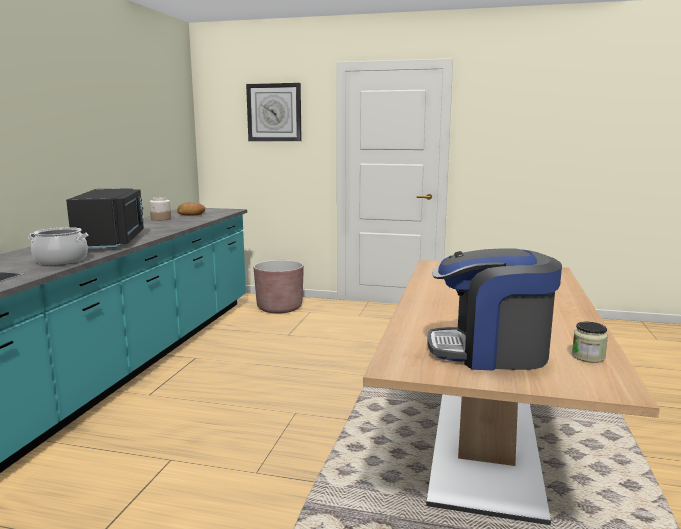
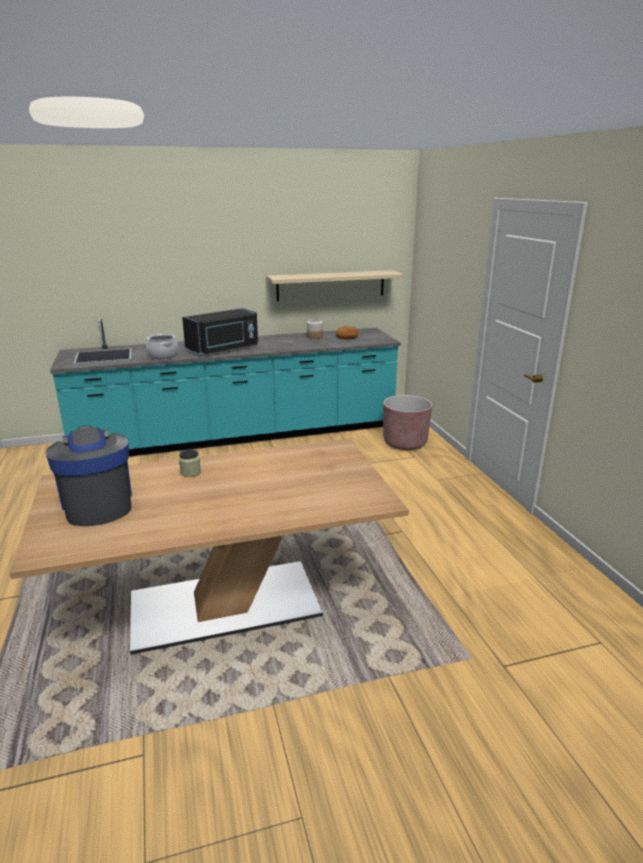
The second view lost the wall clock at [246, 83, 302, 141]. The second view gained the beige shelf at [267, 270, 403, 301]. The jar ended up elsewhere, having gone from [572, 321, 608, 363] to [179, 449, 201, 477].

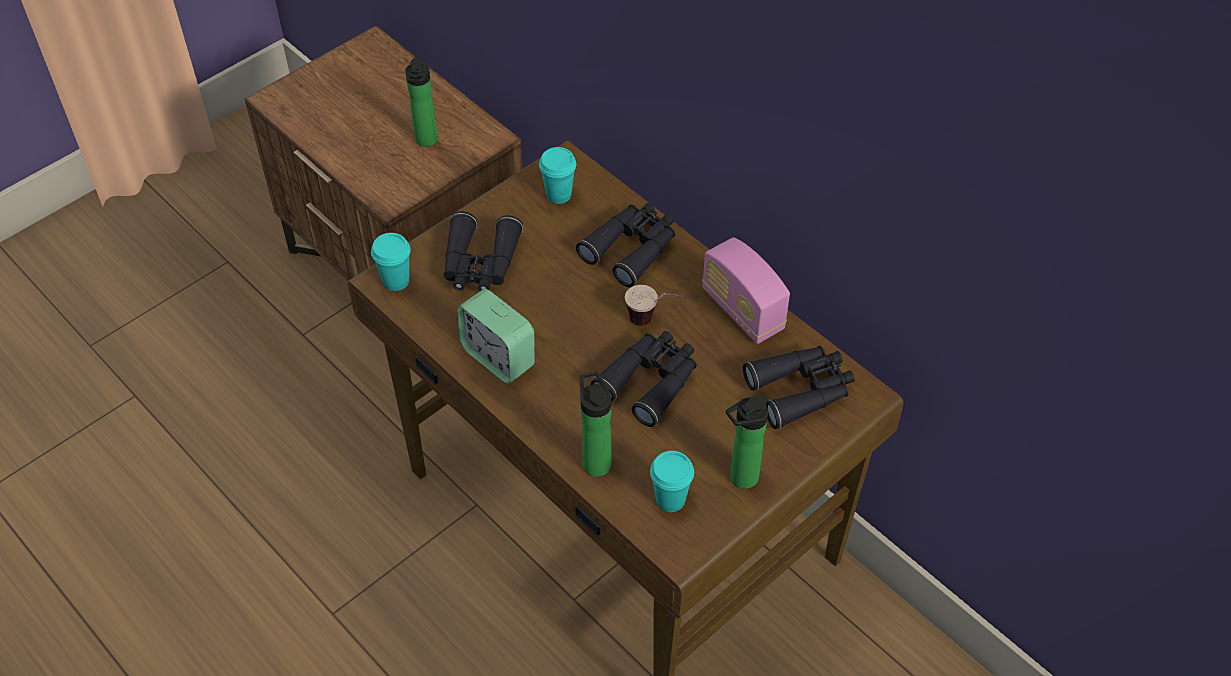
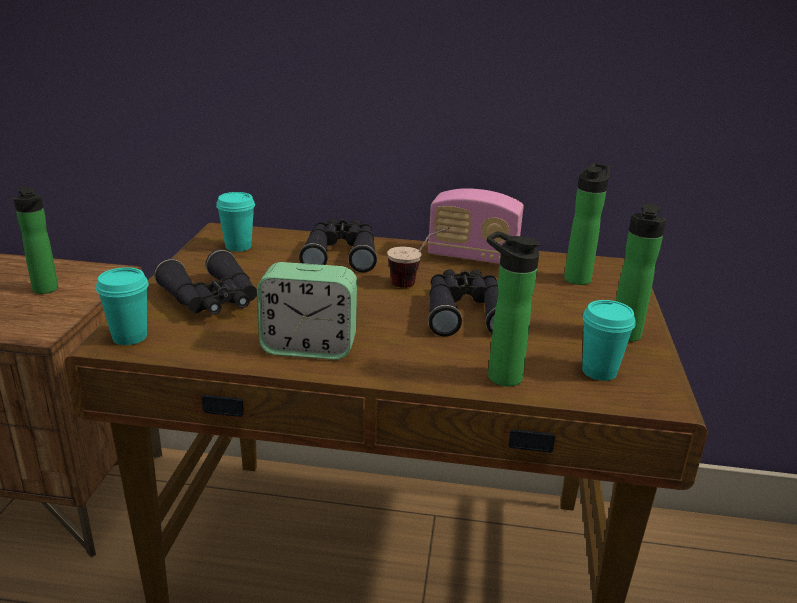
Where the black binoculars stood at [743, 346, 855, 429], the bottle came to stand at [564, 163, 610, 285].

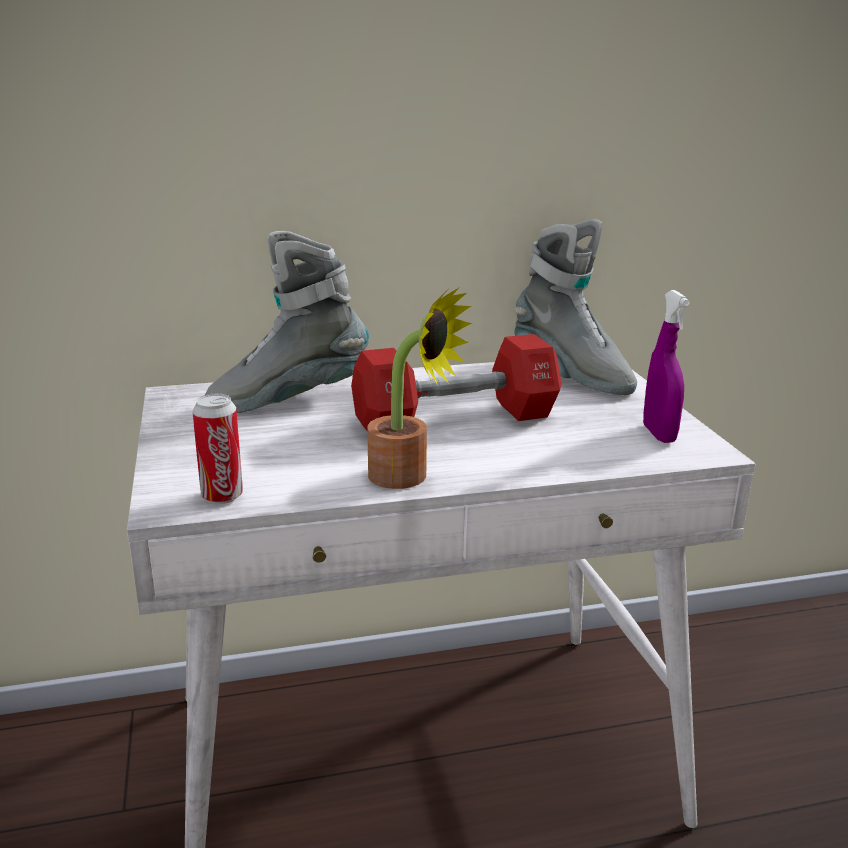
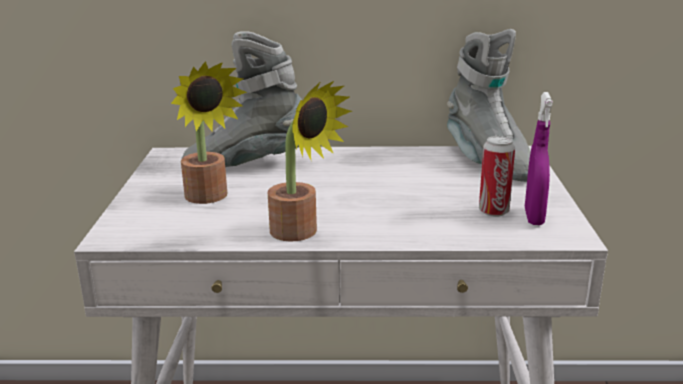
The second view lost the red dumbbell at [351, 334, 562, 430]. The second view gained the potted plant at [171, 61, 247, 204]. The can ended up elsewhere, having gone from [192, 394, 243, 504] to [479, 136, 515, 217].

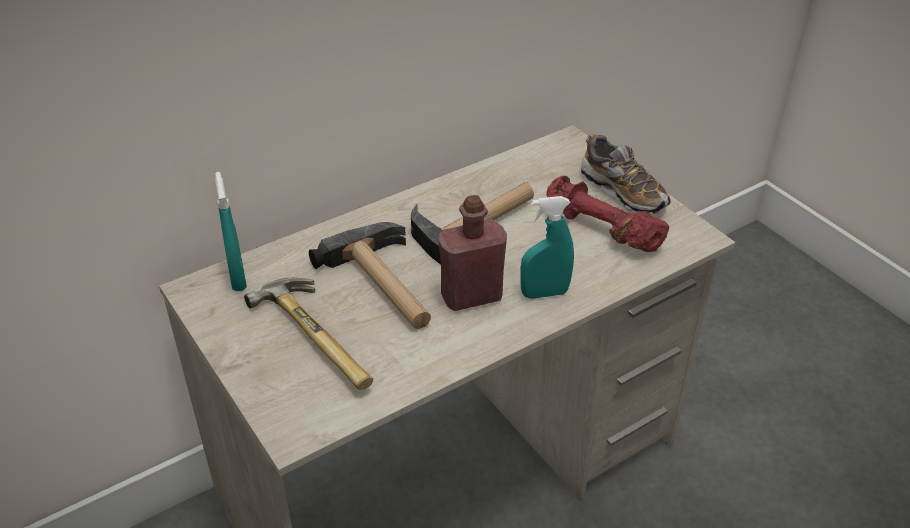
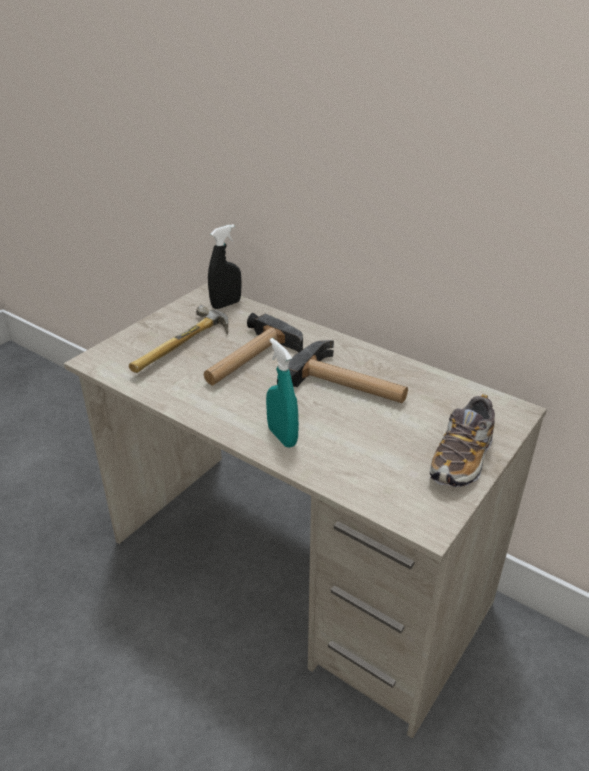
The second view lost the red bottle at [438, 195, 507, 311]. The second view lost the red dumbbell at [547, 176, 669, 252]. What was the turquoise spray bottle at [215, 172, 247, 291] turned into the black spray bottle at [208, 224, 242, 309].

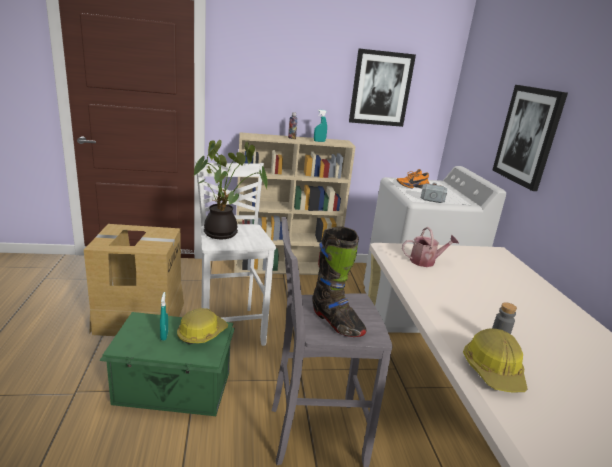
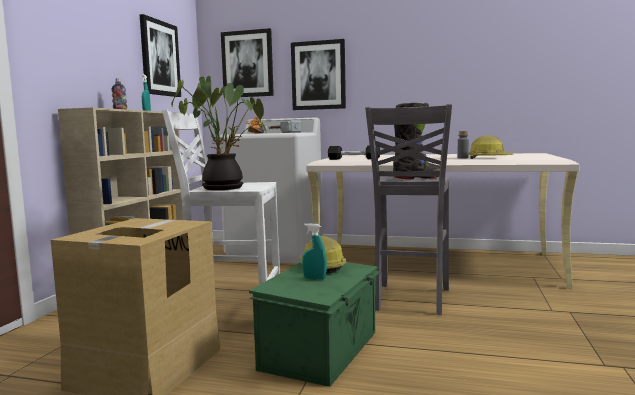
The second view gained the picture at [221, 28, 274, 98]. Where the watering can stood at [402, 227, 459, 267], the black dumbbell came to stand at [328, 145, 380, 160].

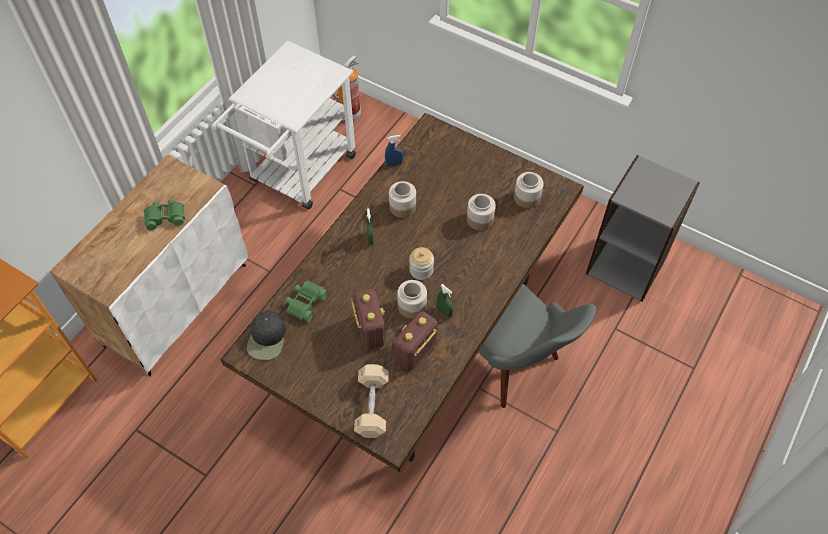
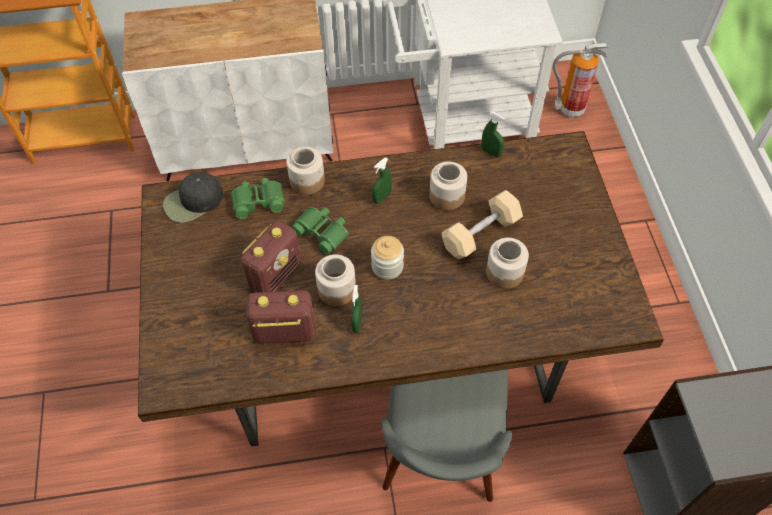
The green binoculars ended up elsewhere, having gone from [144, 199, 185, 230] to [291, 207, 349, 254]. The beige dumbbell ended up elsewhere, having gone from [354, 364, 389, 438] to [441, 190, 523, 259]. The jar ended up elsewhere, having gone from [514, 172, 544, 208] to [286, 147, 325, 195]. What was the blue spray bottle at [385, 135, 403, 166] turned into the green spray bottle at [482, 112, 506, 157].

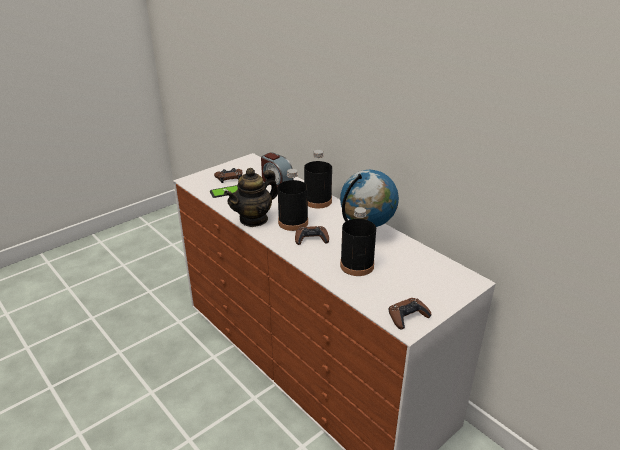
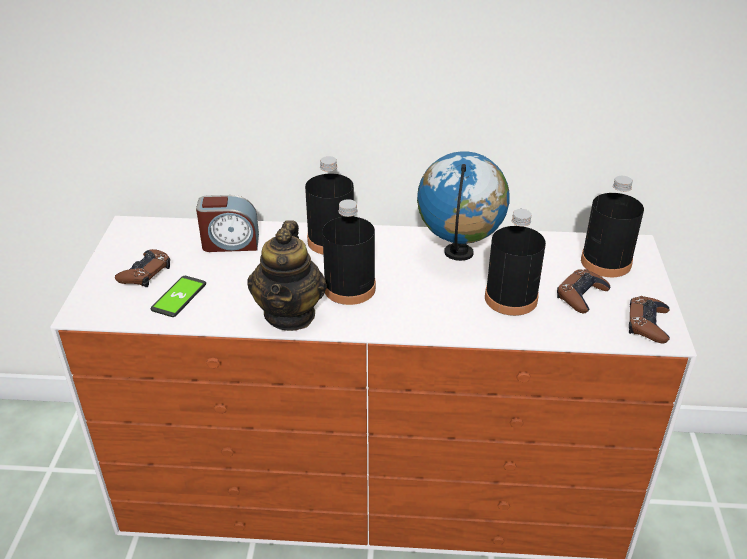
The second view gained the black bottle at [581, 176, 644, 277]. The brown game controller ended up elsewhere, having gone from [295, 226, 329, 245] to [557, 269, 610, 313].

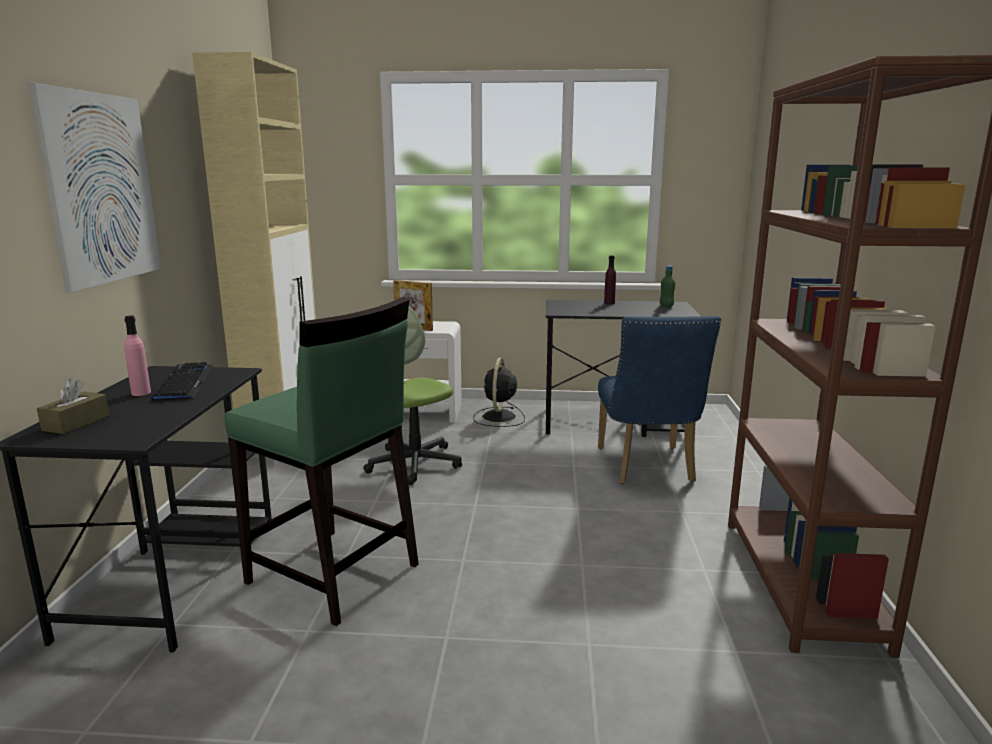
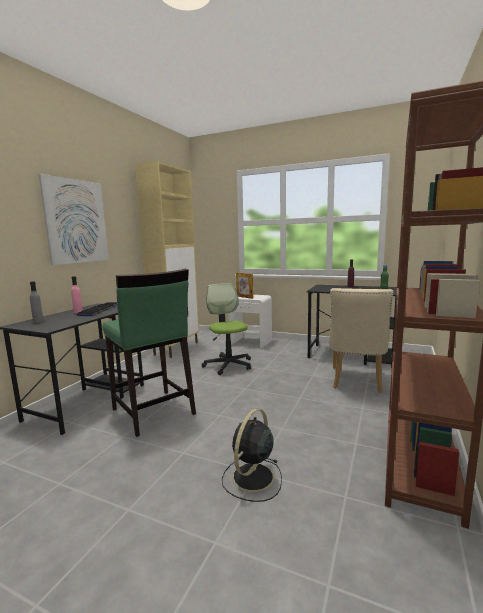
The black fan ended up elsewhere, having gone from [473, 358, 525, 427] to [222, 409, 282, 502]. Where the brown tissue box stood at [37, 379, 109, 434], the grey bottle came to stand at [30, 281, 44, 323]. What was the blue chair at [598, 316, 721, 484] turned into the beige chair at [329, 288, 394, 393].

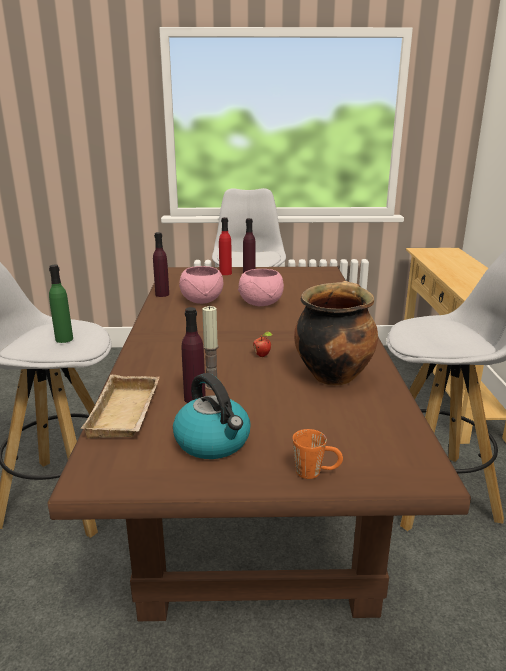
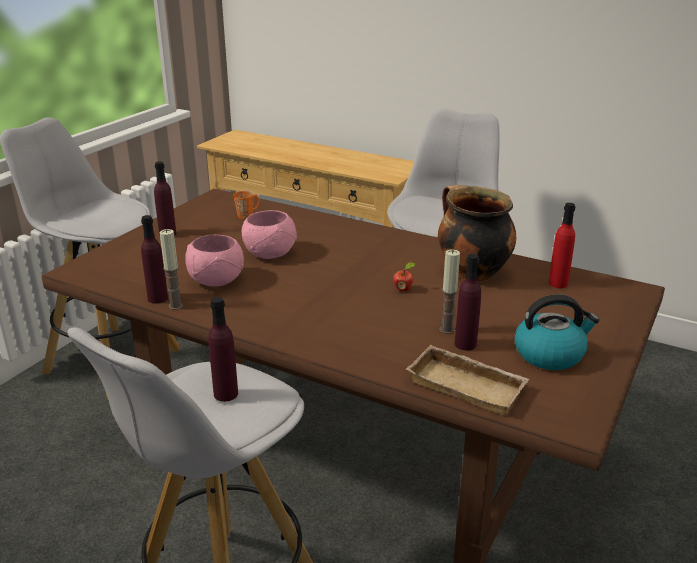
The second view gained the candle at [160, 229, 183, 310]. The red bottle ended up elsewhere, having gone from [219, 217, 232, 275] to [549, 203, 575, 288]. The orange mug ended up elsewhere, having gone from [292, 429, 343, 479] to [234, 191, 259, 219]. What was the green bottle at [49, 265, 73, 343] turned into the purple bottle at [208, 297, 238, 402].

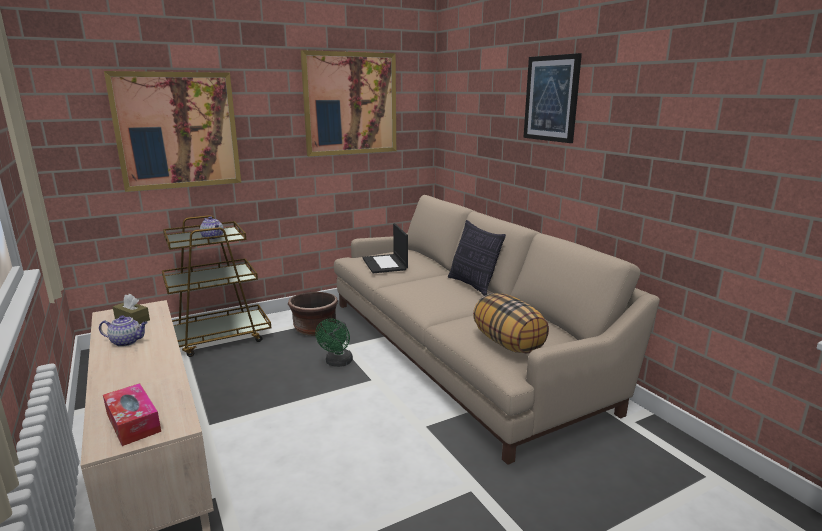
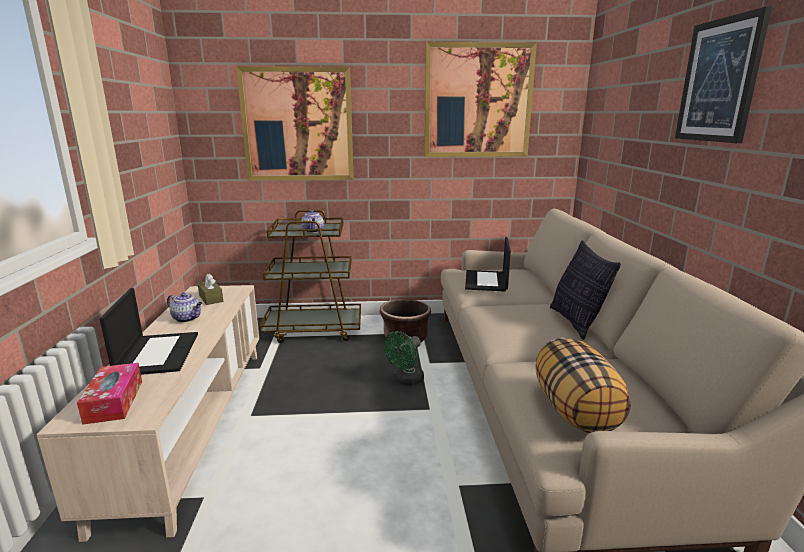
The second view gained the laptop at [100, 288, 198, 375].

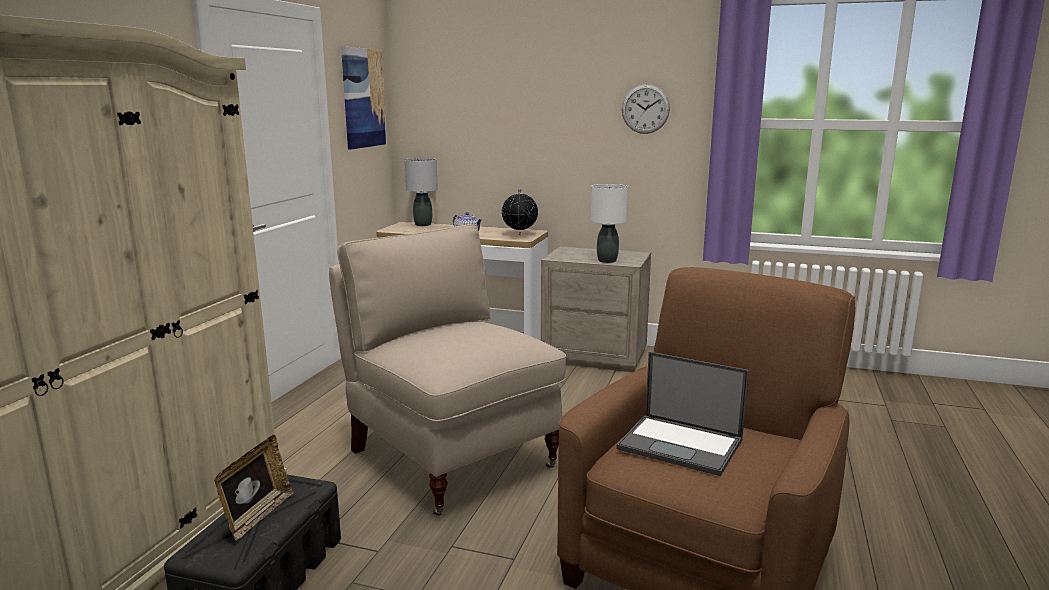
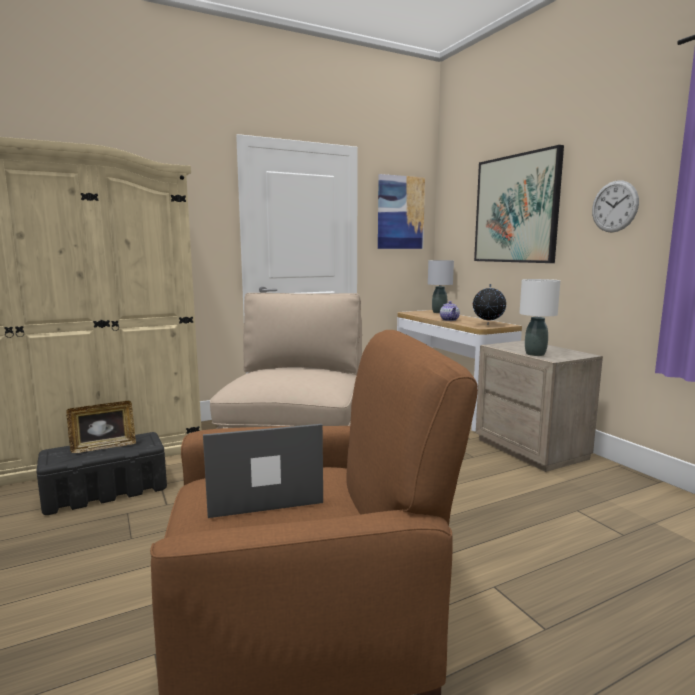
The second view gained the picture at [474, 145, 564, 263]. The laptop at [617, 352, 749, 476] ended up facing another way, 90 degrees clockwise from before.

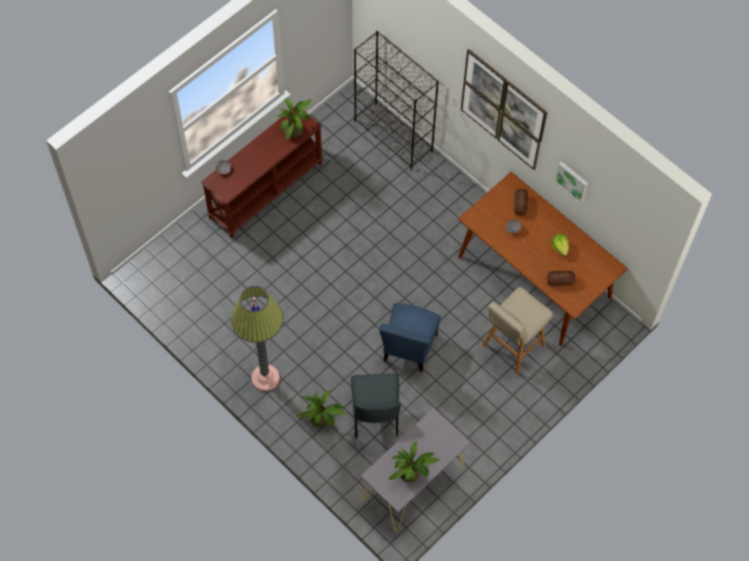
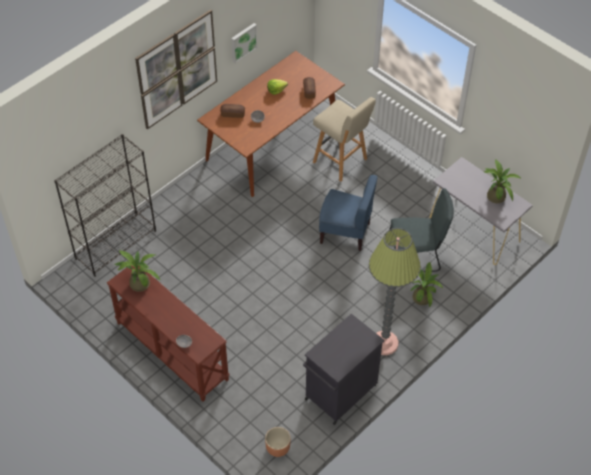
The second view gained the brown planter at [265, 427, 291, 457]. The second view gained the black cabinet at [303, 314, 385, 425].

